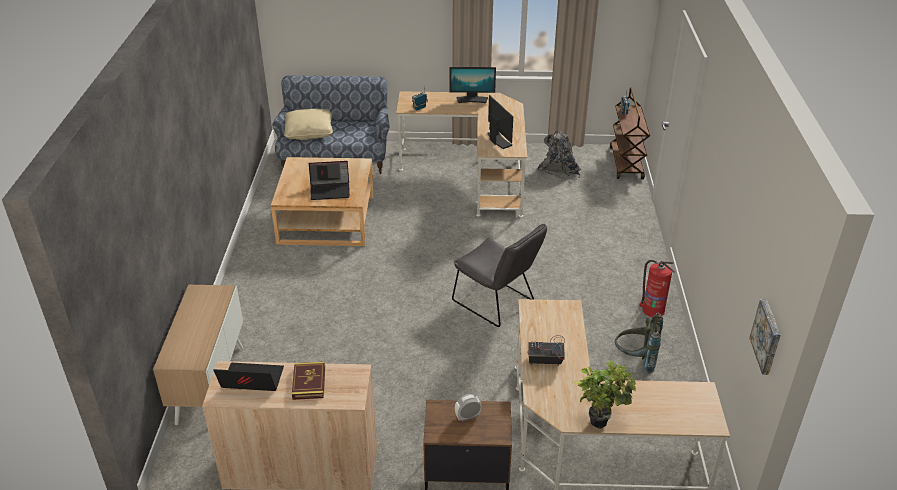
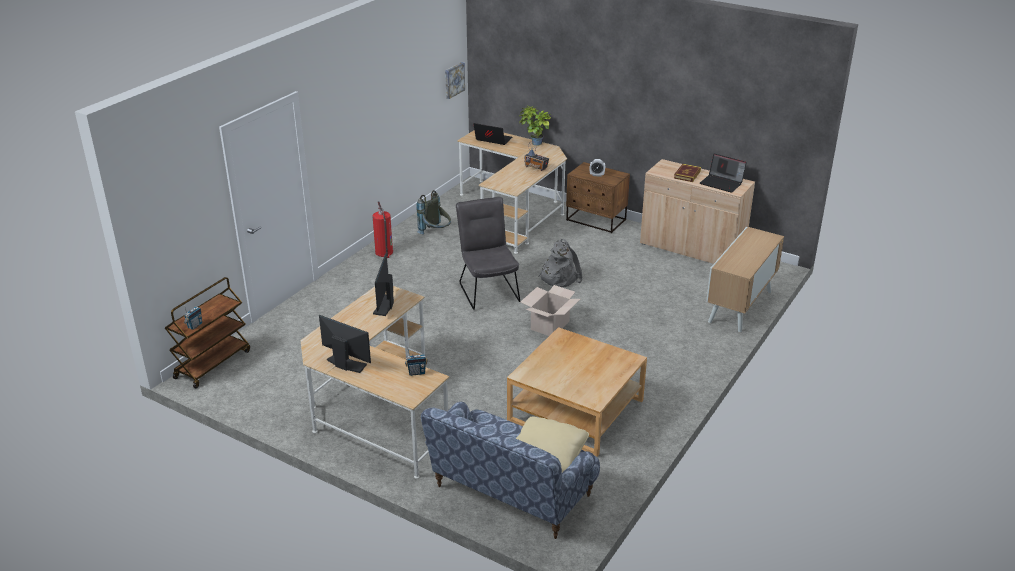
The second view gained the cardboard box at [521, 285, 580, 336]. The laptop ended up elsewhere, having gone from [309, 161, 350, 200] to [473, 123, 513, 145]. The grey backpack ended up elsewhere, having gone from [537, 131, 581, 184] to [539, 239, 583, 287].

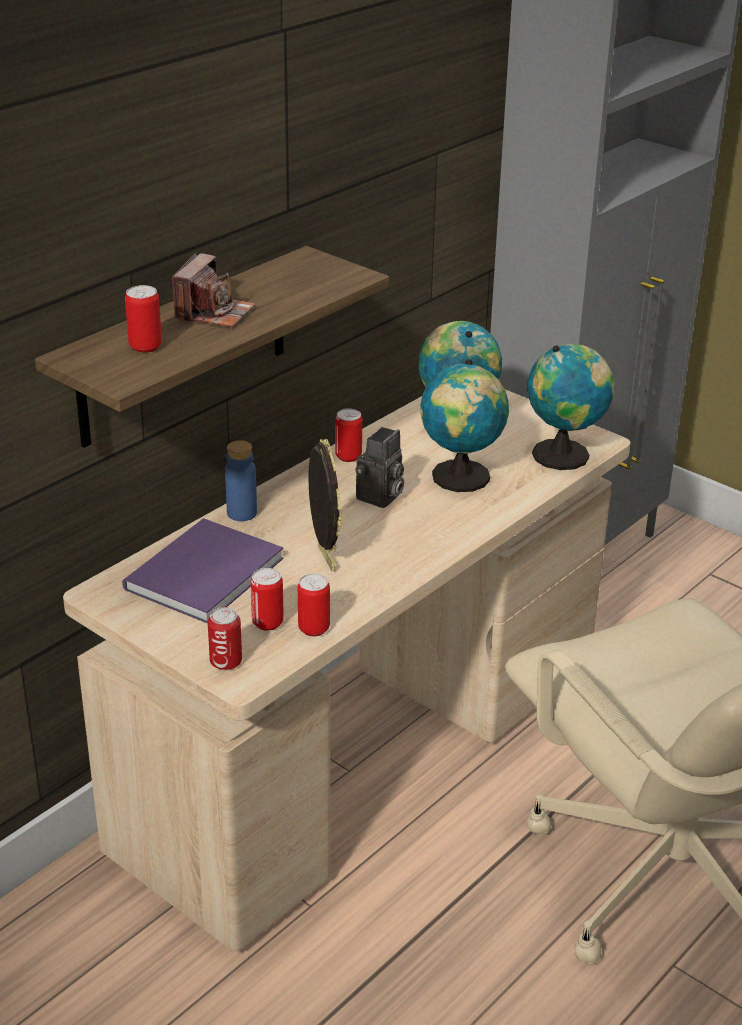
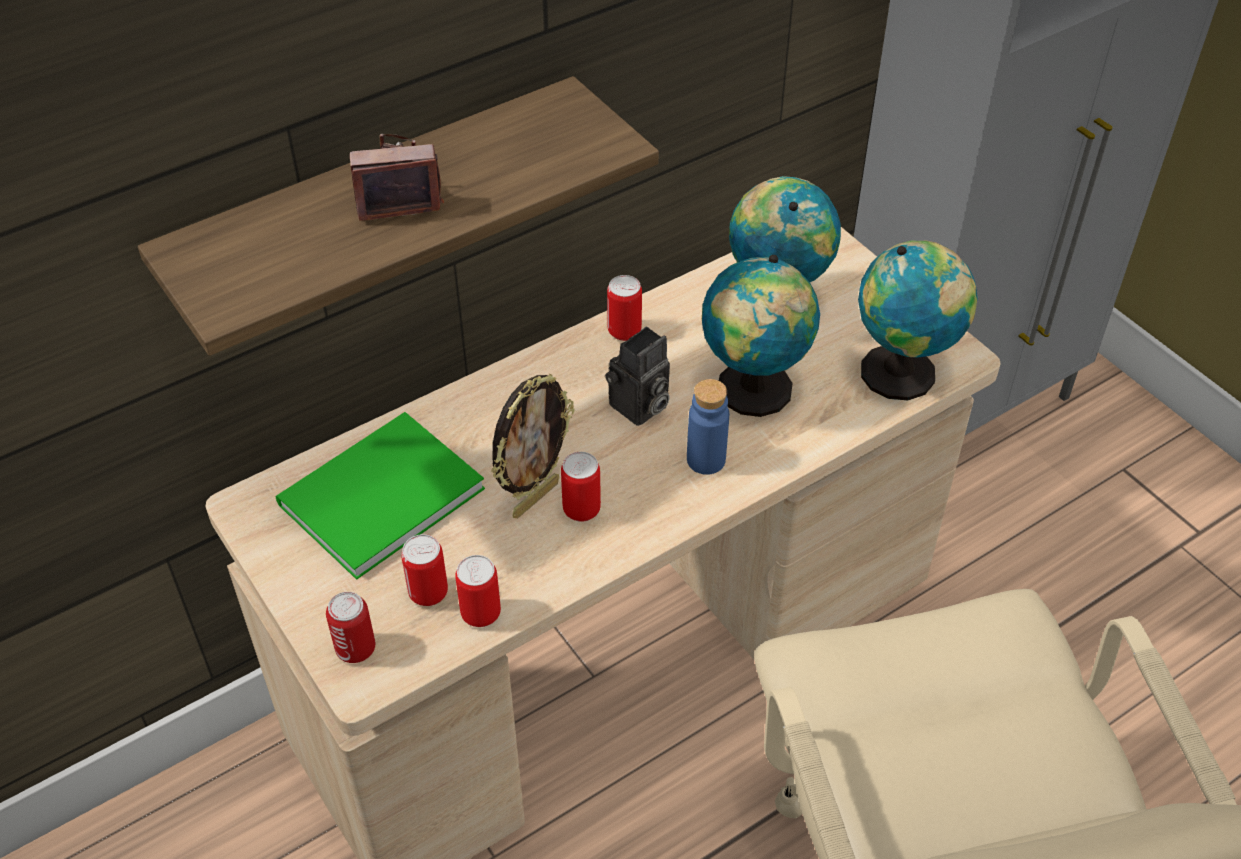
The can ended up elsewhere, having gone from [125, 285, 162, 353] to [561, 452, 601, 522]. The blue bottle ended up elsewhere, having gone from [225, 440, 257, 521] to [687, 379, 729, 475]. What was the purple book at [122, 518, 284, 624] turned into the green book at [275, 412, 485, 580]. The photo camera at [172, 253, 255, 327] ended up facing another way, 135 degrees counterclockwise from before. The picture frame at [308, 439, 343, 571] ended up facing another way, 45 degrees clockwise from before.

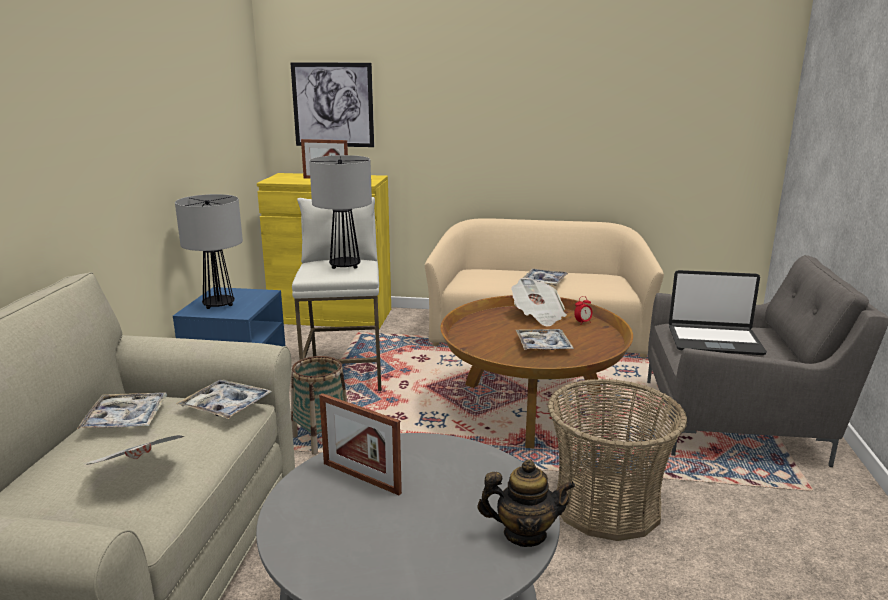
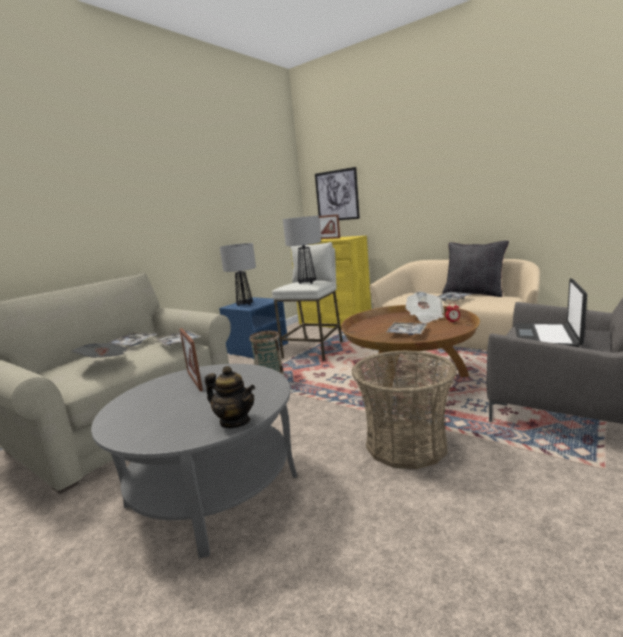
The second view gained the black pillow at [442, 241, 509, 297]. The laptop at [669, 270, 767, 355] ended up facing another way, 75 degrees clockwise from before.

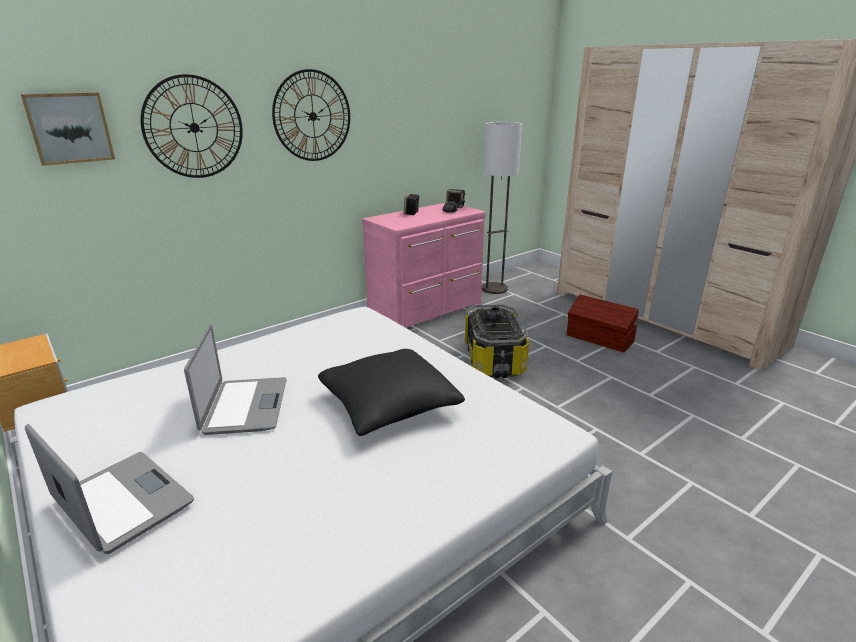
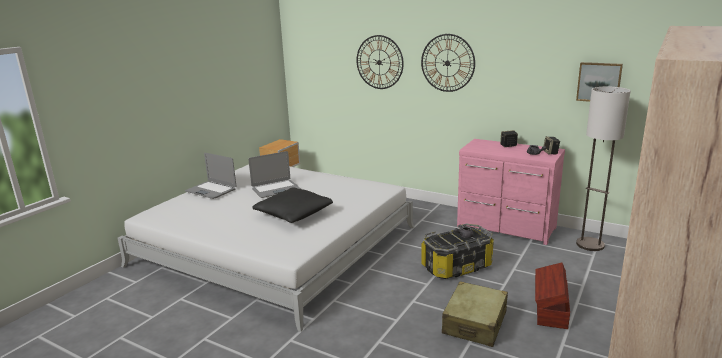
The second view gained the beige suitcase at [442, 281, 508, 347]. The picture ended up elsewhere, having gone from [21, 92, 115, 166] to [576, 62, 623, 102]. The laptop at [25, 424, 194, 554] ended up facing another way, 105 degrees clockwise from before.

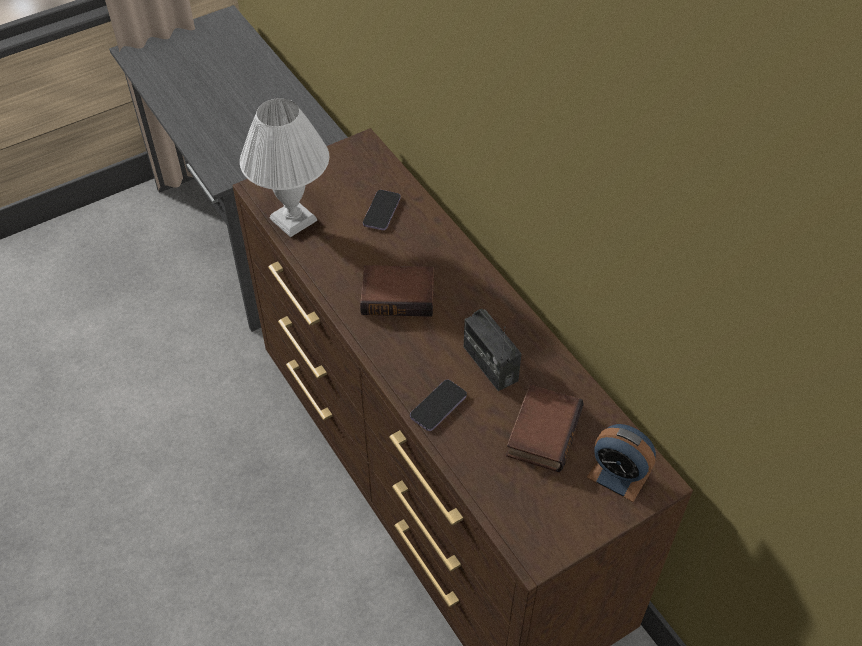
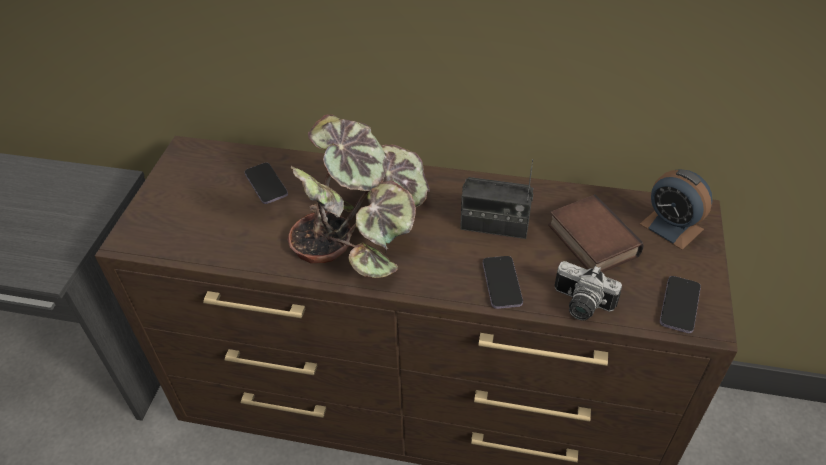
The second view lost the white table lamp at [240, 98, 329, 237]. The second view gained the photo camera at [554, 261, 622, 320]. The second view gained the phone at [660, 276, 701, 333]. Where the book stood at [360, 265, 434, 317], the potted plant came to stand at [288, 114, 430, 278]. The alarm clock at [587, 424, 656, 502] ended up facing another way, 60 degrees clockwise from before.

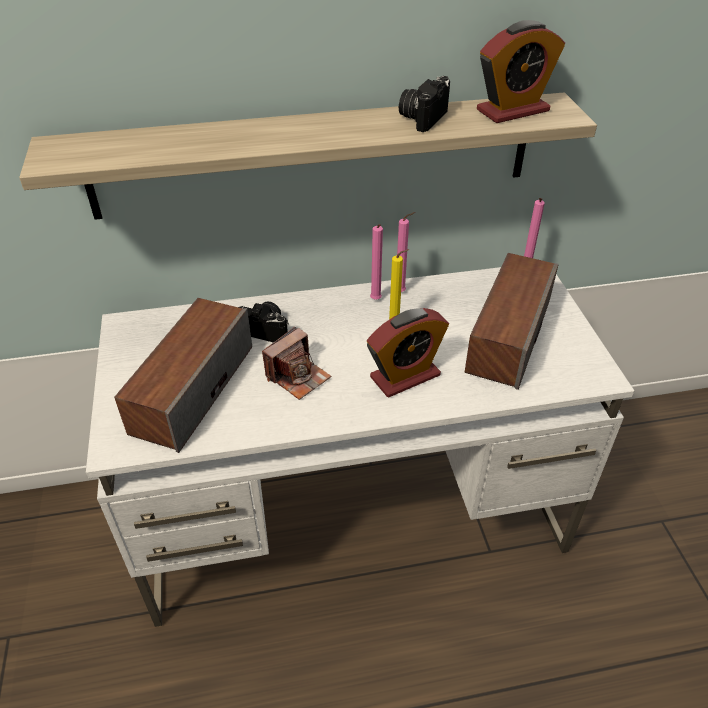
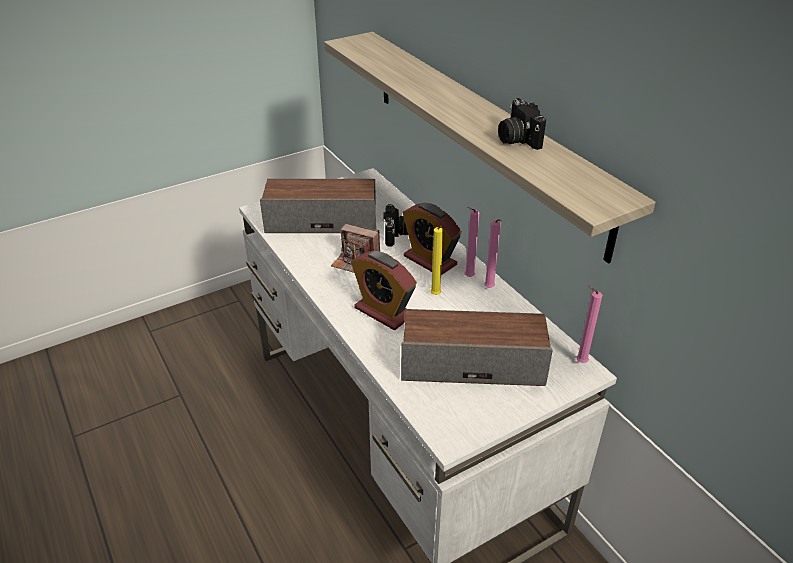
The alarm clock ended up elsewhere, having gone from [477, 20, 565, 123] to [403, 203, 462, 275]. The photo camera at [399, 76, 450, 132] ended up facing another way, 120 degrees counterclockwise from before.

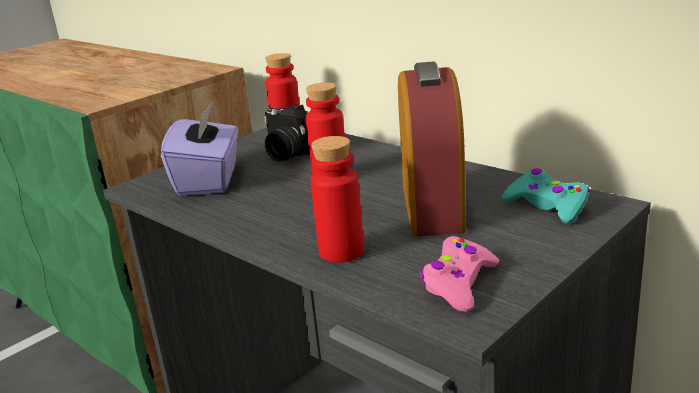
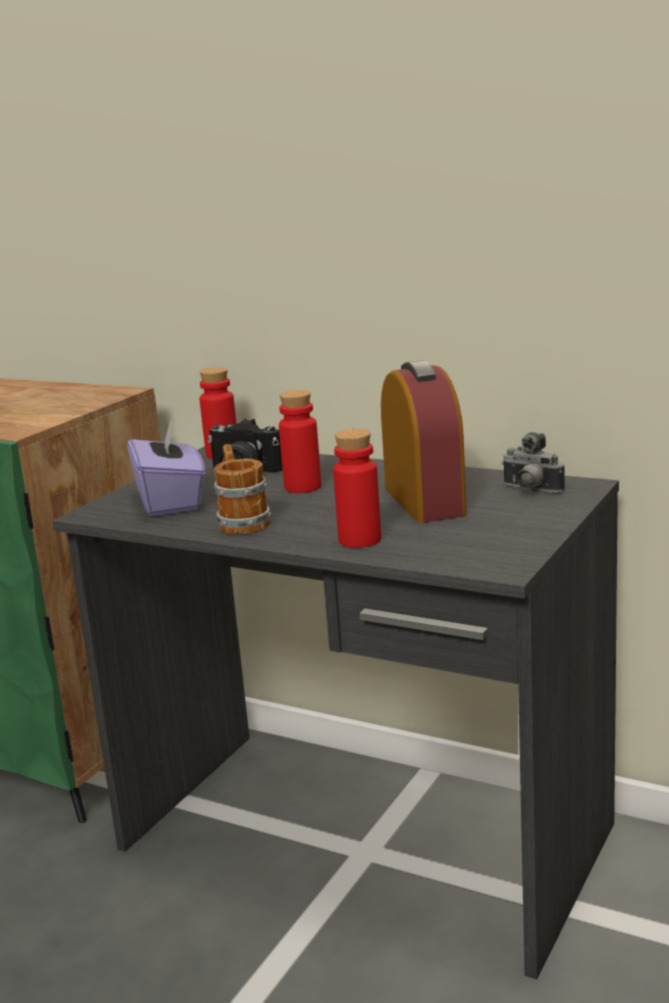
The second view lost the pink game controller at [420, 236, 499, 312]. The second view gained the mug at [214, 444, 271, 534]. Where the turquoise game controller stood at [502, 168, 590, 224], the photo camera came to stand at [502, 432, 565, 493].

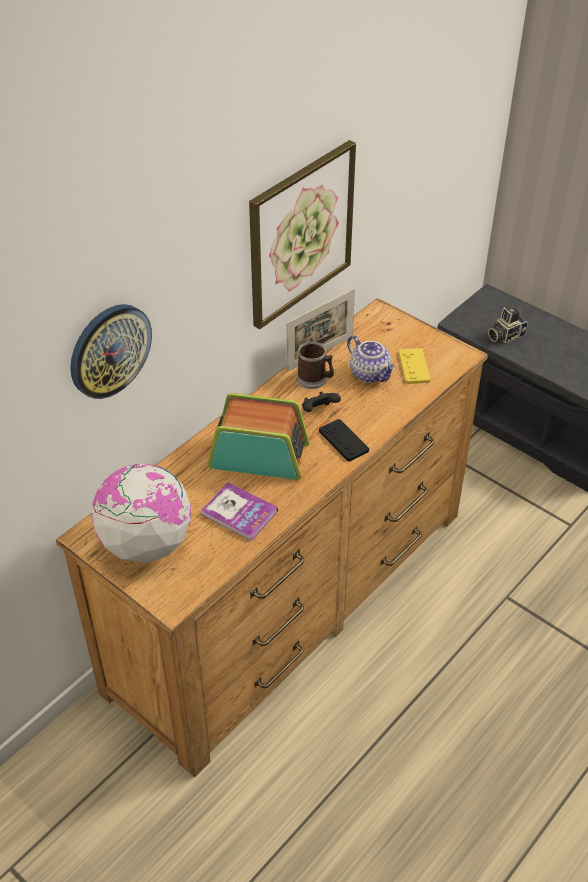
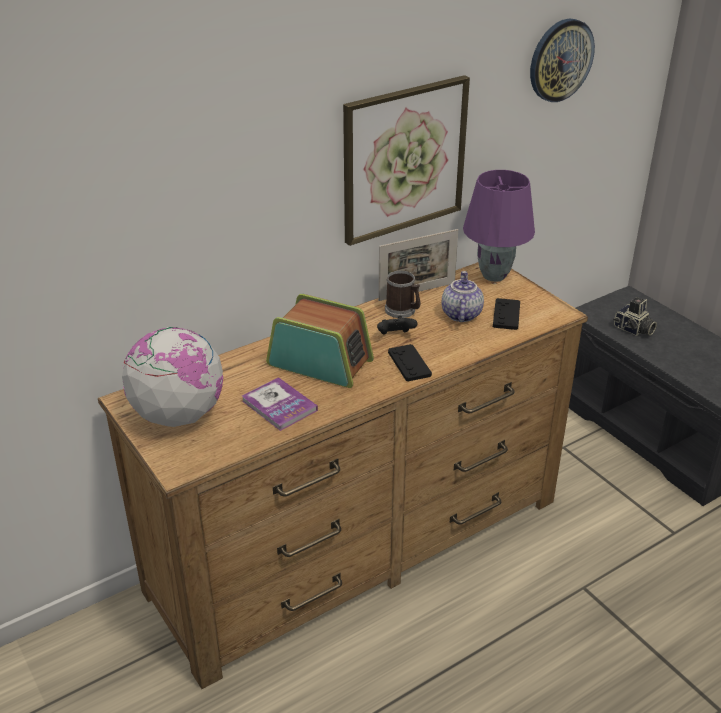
The second view gained the purple table lamp at [463, 170, 535, 282]. The wall clock ended up elsewhere, having gone from [70, 304, 152, 399] to [530, 19, 595, 102]. What was the yellow game controller at [399, 348, 430, 384] turned into the black game controller at [493, 298, 520, 330]. The teapot at [347, 335, 396, 383] ended up facing another way, 150 degrees counterclockwise from before. The photo camera at [488, 306, 528, 344] ended up facing another way, 120 degrees counterclockwise from before.

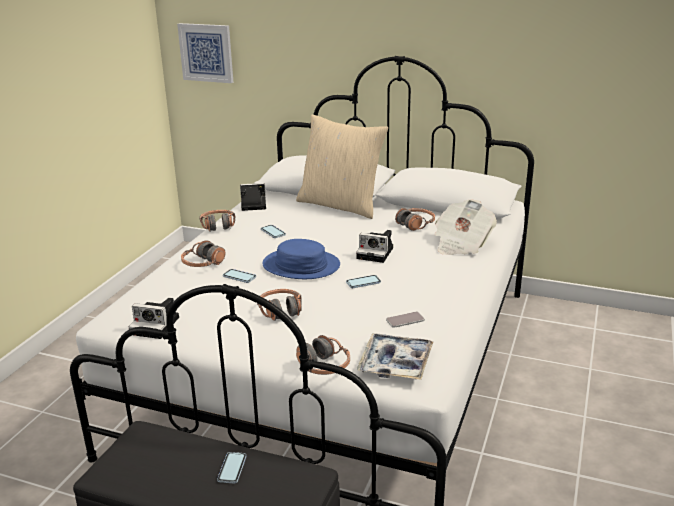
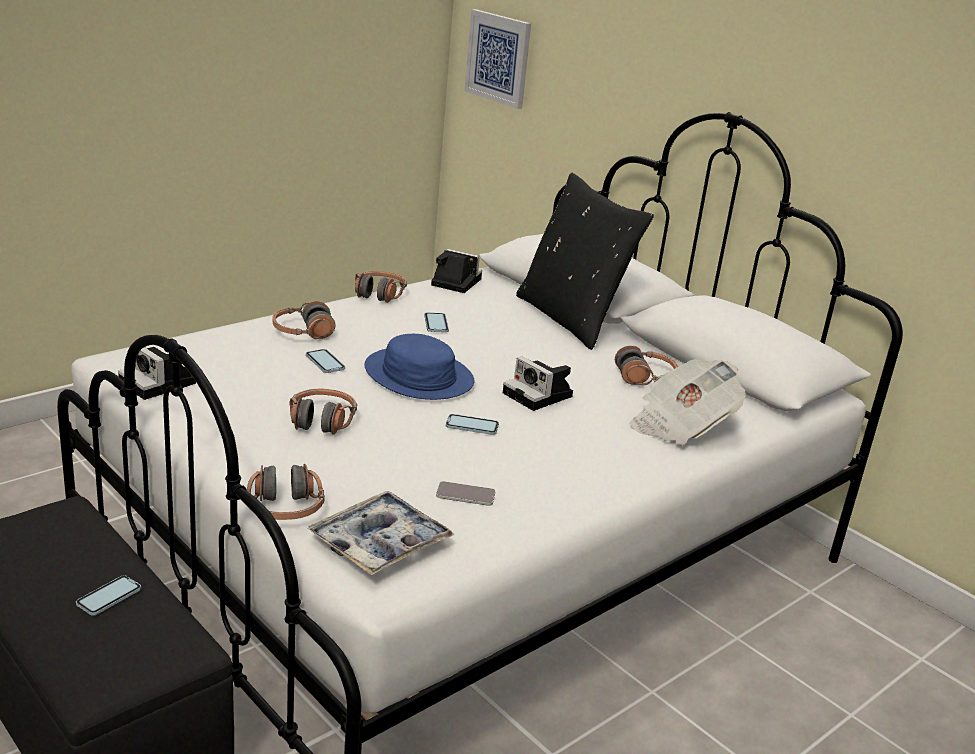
What was the beige pillow at [296, 115, 388, 219] turned into the black pillow at [516, 173, 654, 350].

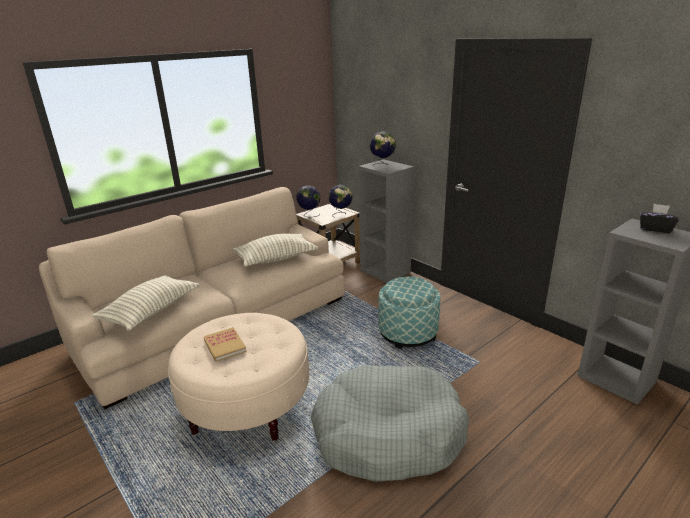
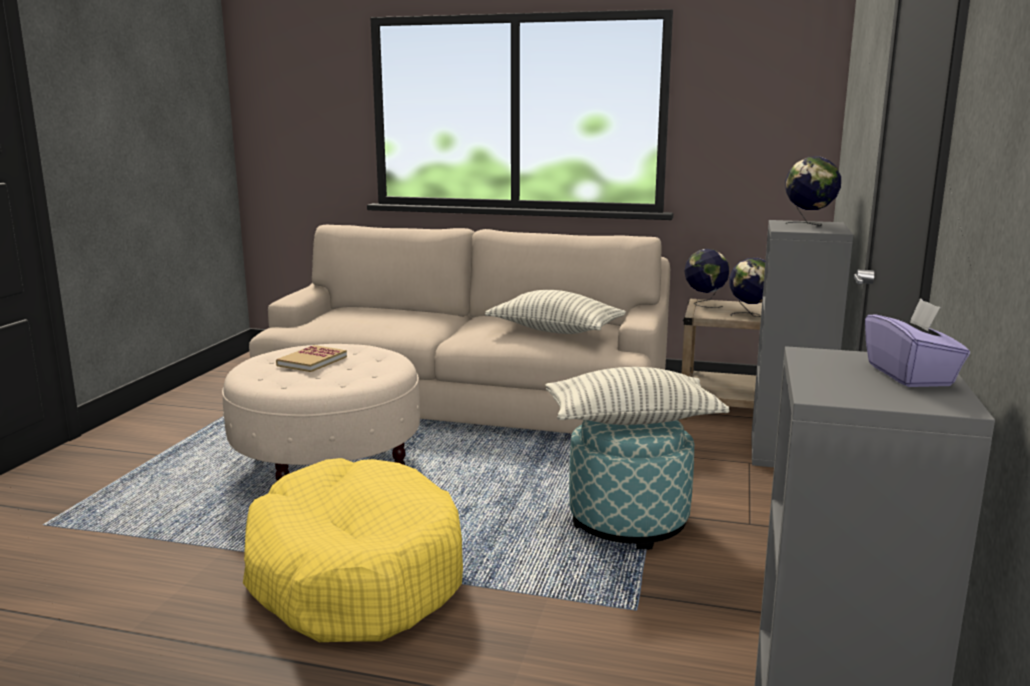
The pillow ended up elsewhere, having gone from [92, 275, 200, 331] to [545, 367, 730, 425]. What was the grey dog bed at [311, 365, 469, 482] turned into the yellow dog bed at [243, 458, 463, 642]. What was the black tissue box at [640, 204, 679, 233] turned into the purple tissue box at [865, 298, 970, 387].

